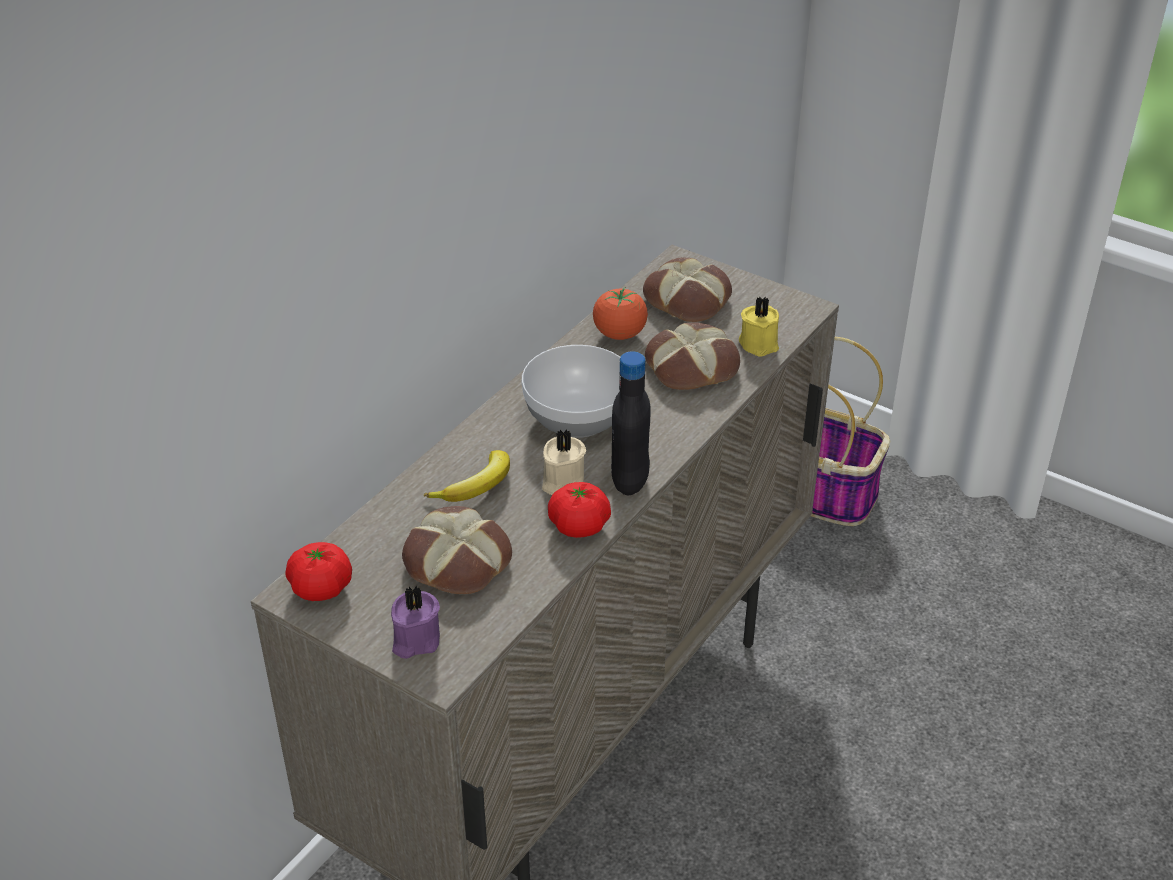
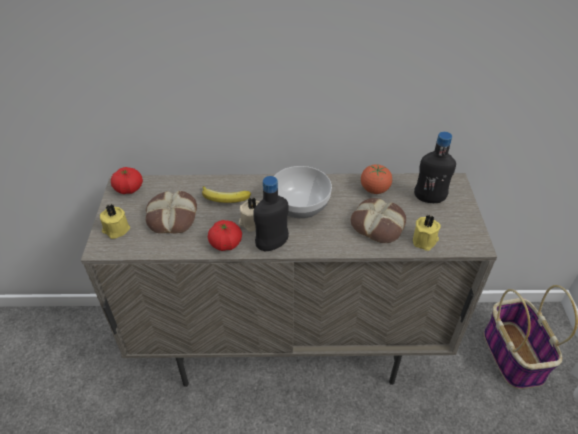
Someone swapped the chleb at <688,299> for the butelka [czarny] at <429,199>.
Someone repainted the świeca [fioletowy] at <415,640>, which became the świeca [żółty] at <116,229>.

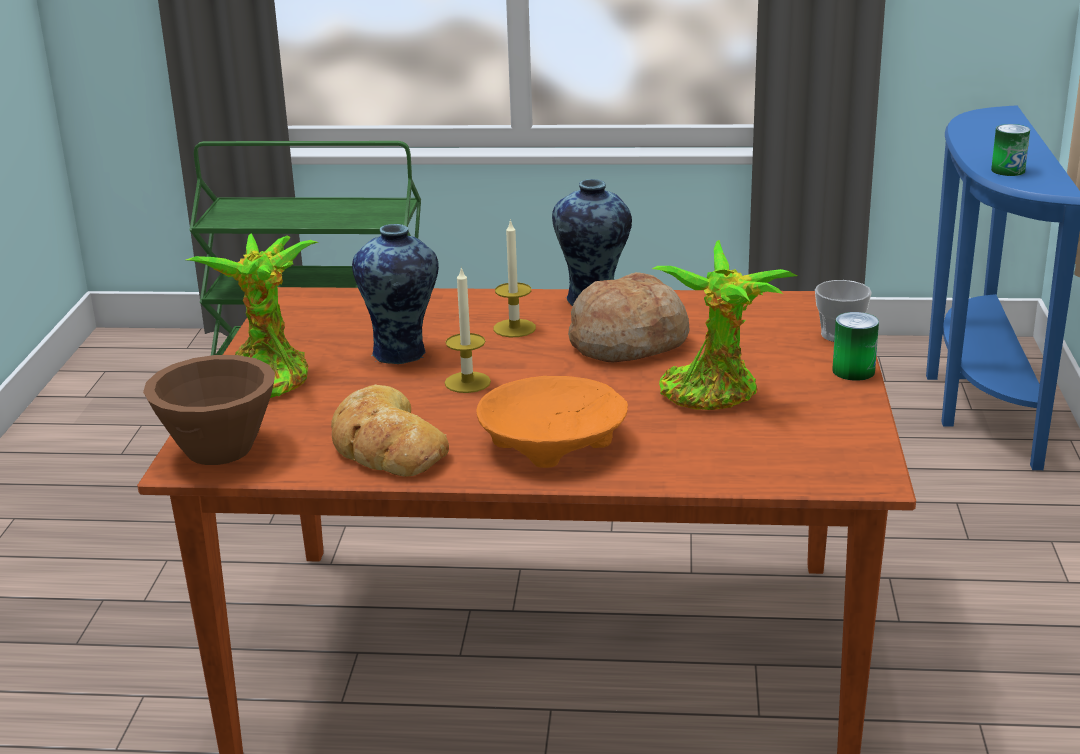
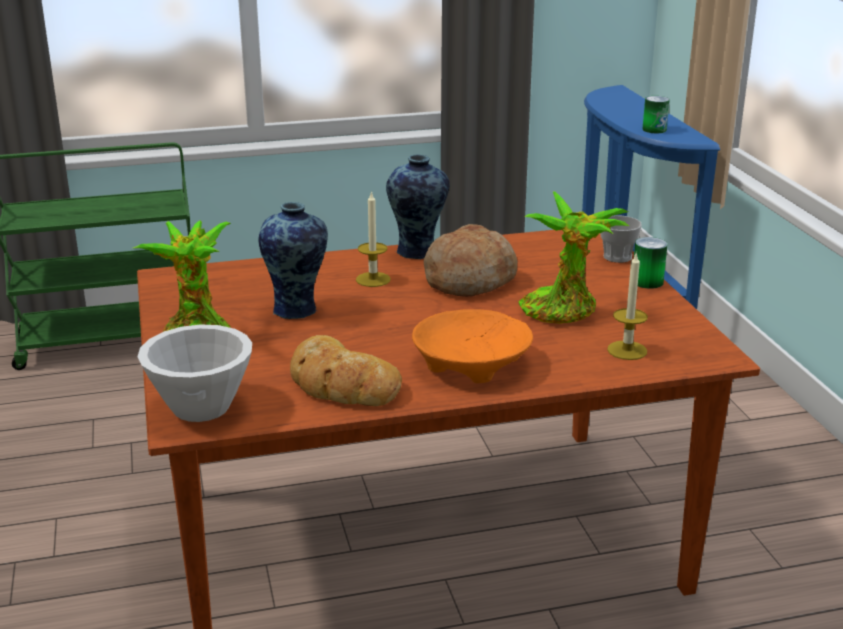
Someone carried the świeca from <467,382> to <627,350>.
Someone repainted the miska [brązowy] at <218,449>, which became the miska [biały] at <200,407>.

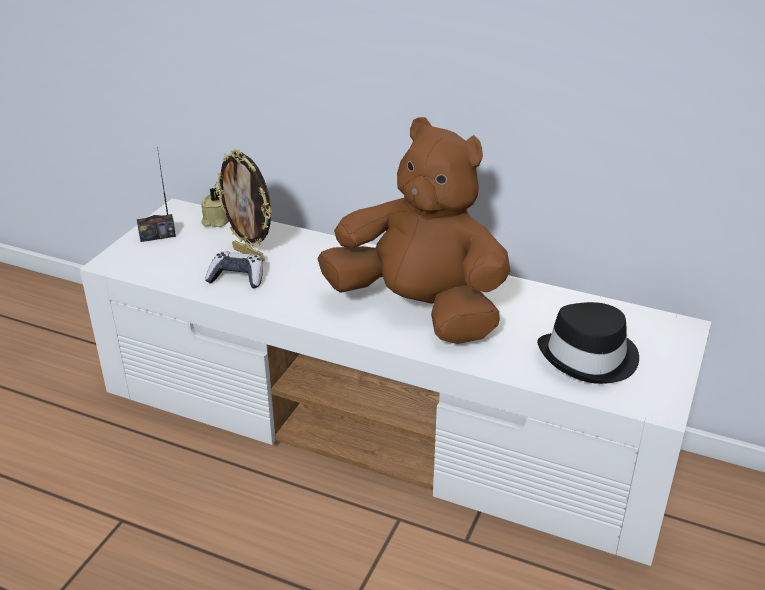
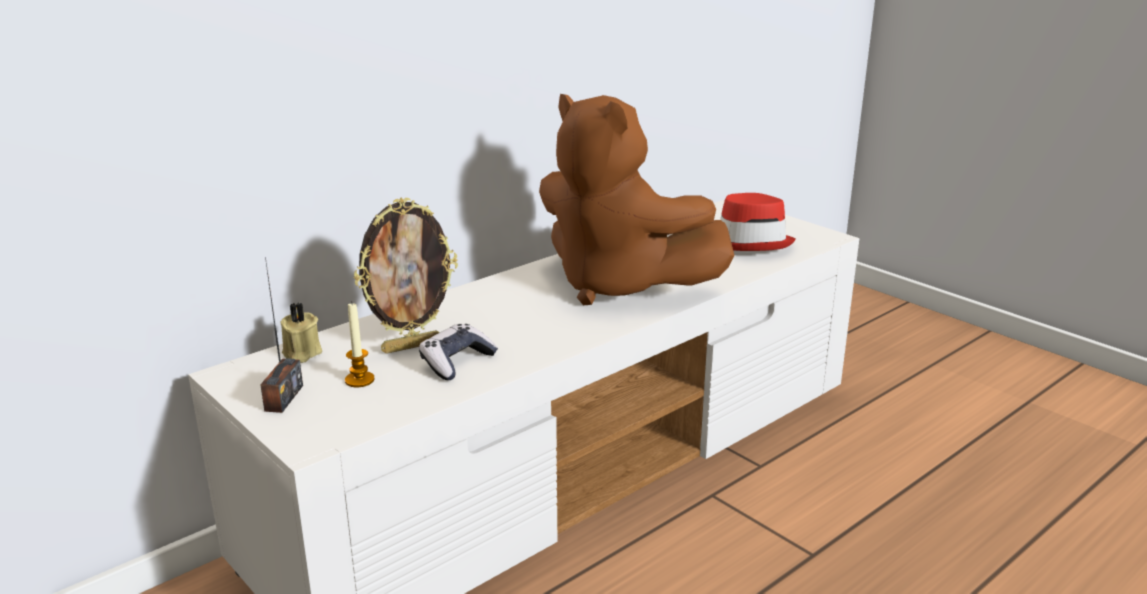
Someone put down the świeca at <359,380>.
Someone repainted the kapelusz [czarny] at <590,358>, which became the kapelusz [czerwony] at <748,242>.
Someone rotated the pluszak [brązowy] at <419,310> by 105 degrees counterclockwise.

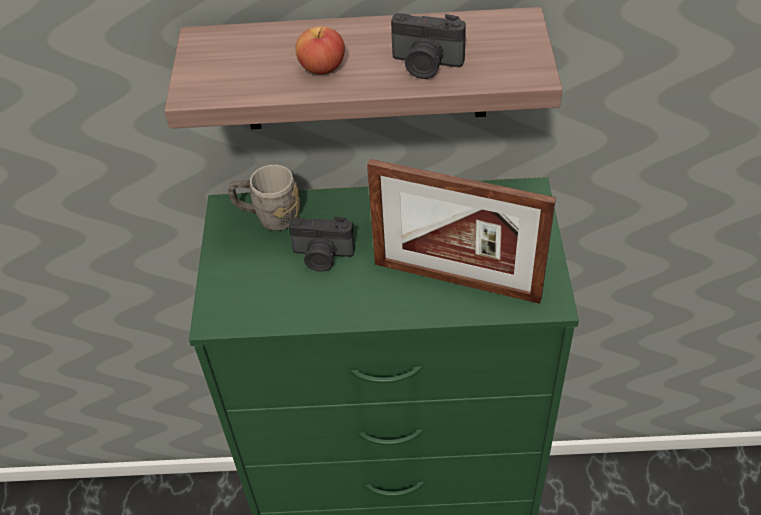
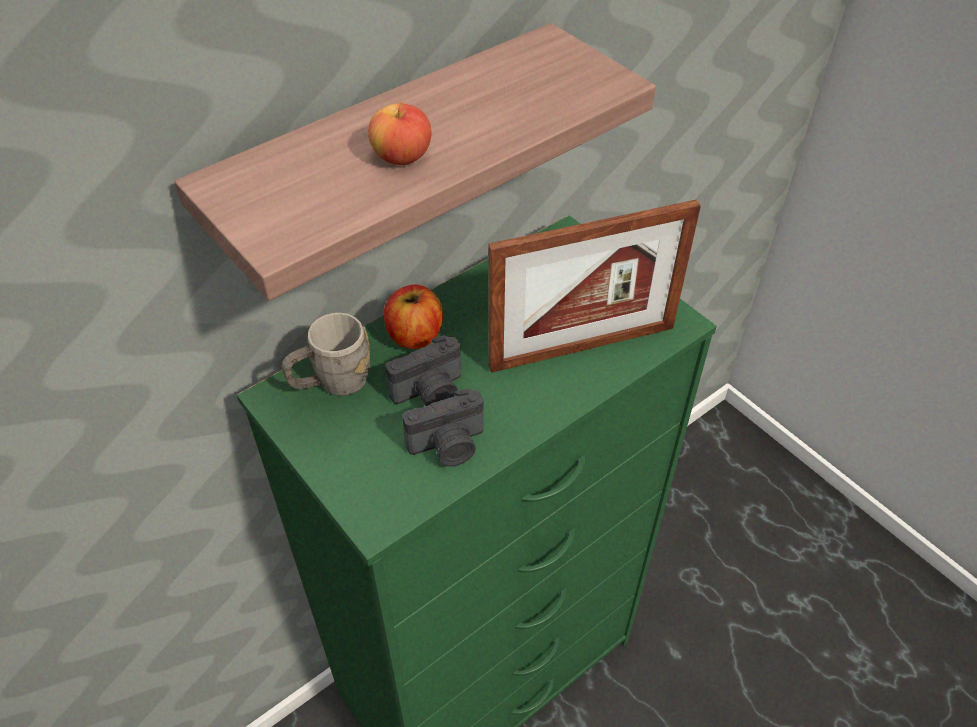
Someone put down the jabłko at <415,335>.
Someone carried the aparat fotograficzny from <425,65> to <449,446>.

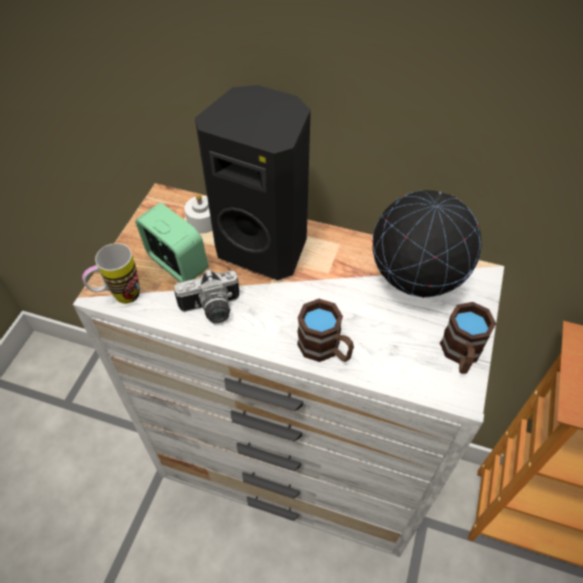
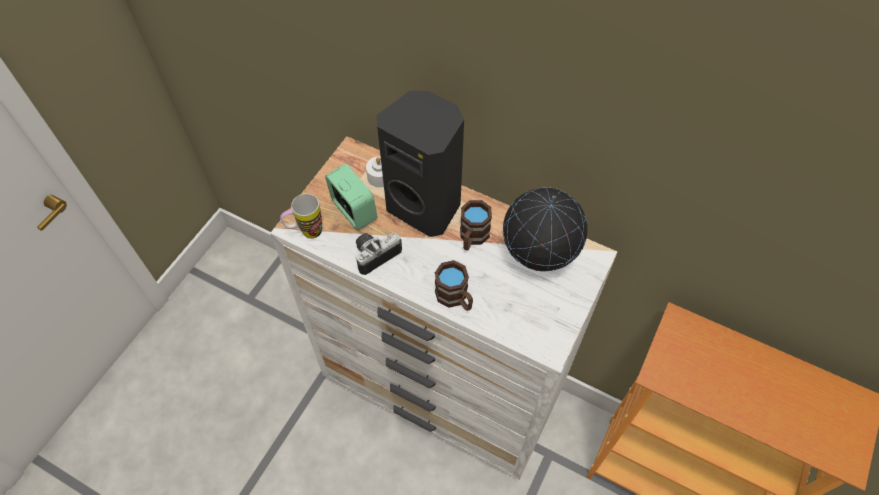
Someone carried the kubek [brązowy] from <461,354> to <472,238>.
Someone rotated the aparat fotograficzny at <212,310> by 150 degrees clockwise.

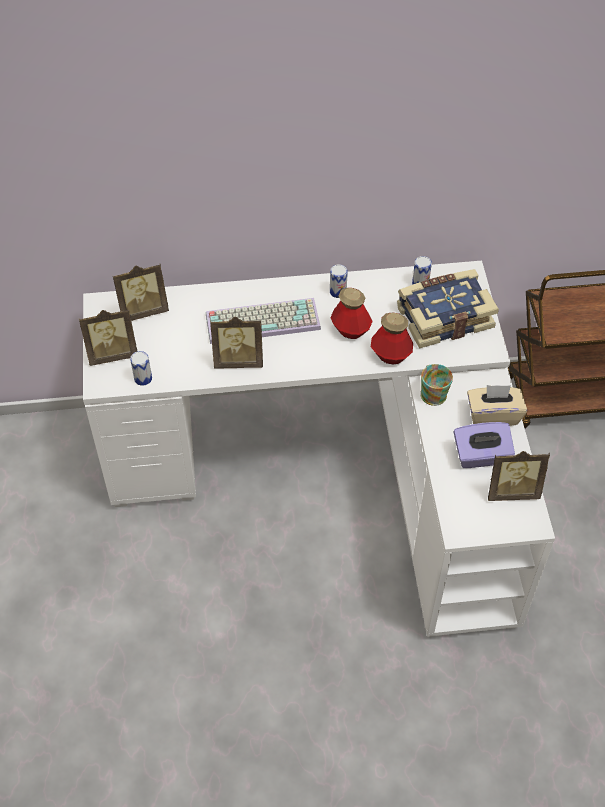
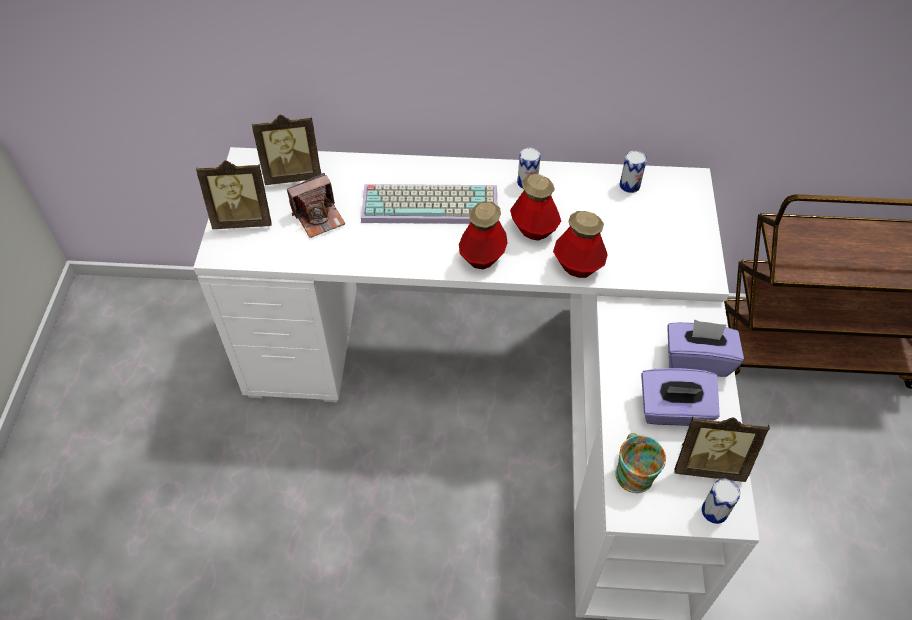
Someone took away the ramka na zdjęcie at <238,360>.
Someone took away the książka at <444,316>.
Someone put down the aparat fotograficzny at <319,217>.
Someone put down the butelka at <482,257>.
Someone carried the puszka from <143,378> to <714,511>.
Someone carried the kubek from <432,392> to <633,470>.
Someone repainted the pudełko chusteczek [beżowy] at <493,415>, which became the pudełko chusteczek [fioletowy] at <697,359>.

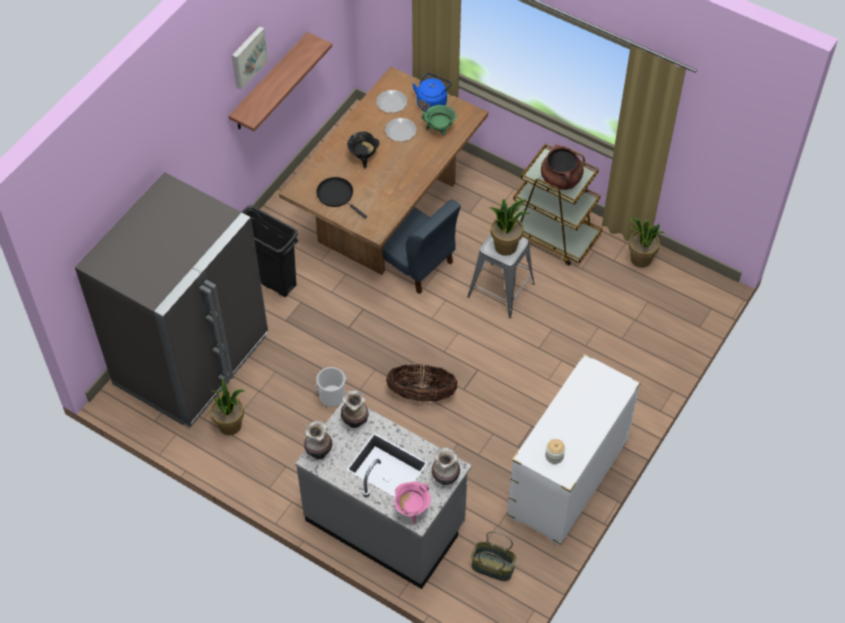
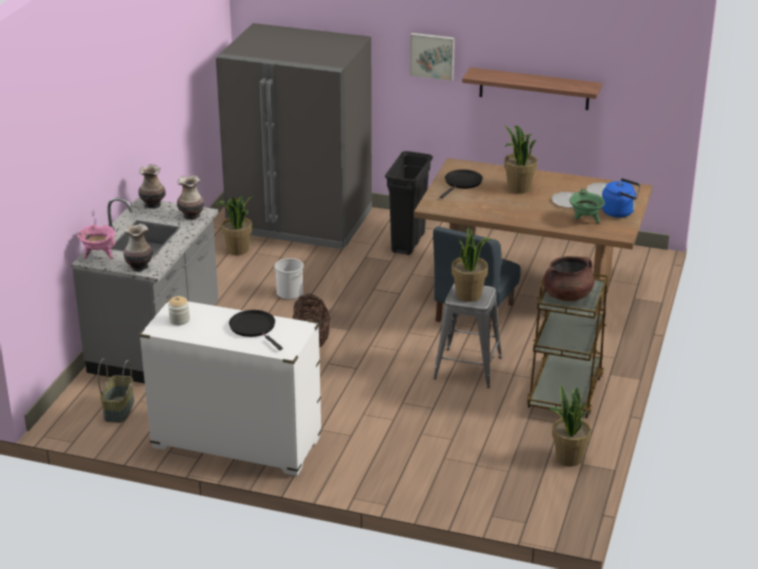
Someone put down the patelnia [czarny] at <254,328>.
Someone carried the obraz from <247,57> to <432,55>.
Someone swapped the garnek [czarny] at <363,158> for the roślina doniczkowa at <518,188>.

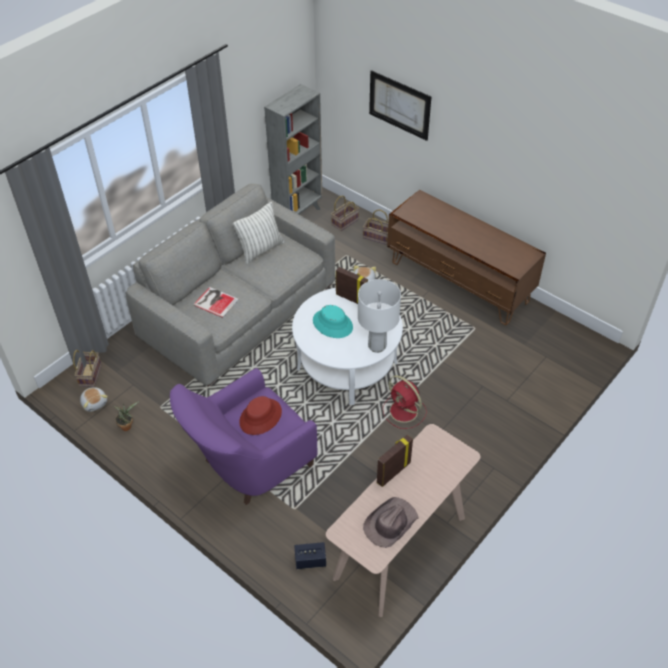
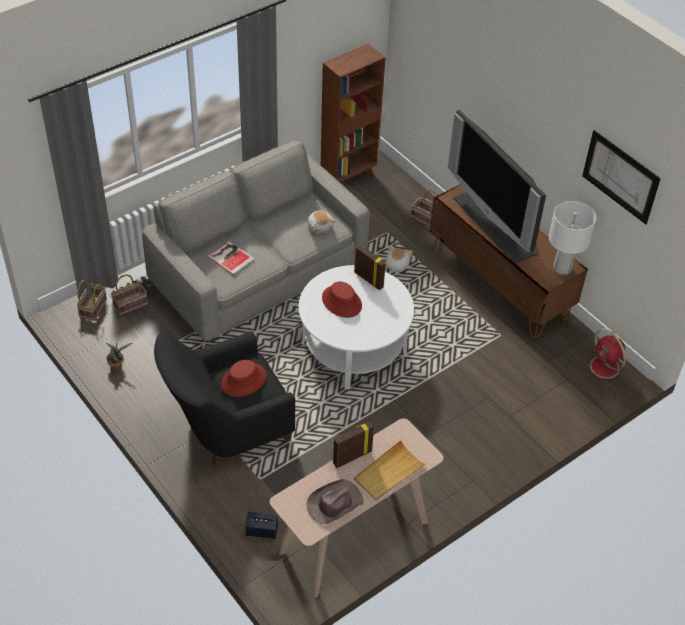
Someone took away the poduszka at <261,250>.
Someone put down the taca [beżowy] at <388,473>.
Someone put down the telewizor at <497,224>.
Someone carried the pluszak from <95,403> to <320,226>.
Someone carried the koszyk from <345,222> to <131,304>.
Someone carried the lampa stołowa [biały] from <376,346> to <561,269>.
Someone carried the obraz from <399,105> to <620,176>.
Someone carried the wentylator [czerwony] from <404,412> to <605,368>.
Someone repainted the fotel [fioletowy] at <248,466>, which became the fotel [czarny] at <226,428>.
Someone repainted the regał [szary] at <298,213>, which became the regał [brązowy] at <349,178>.
Someone repainted the kapelusz [turkusowy] at <332,324>, which became the kapelusz [czerwony] at <342,302>.

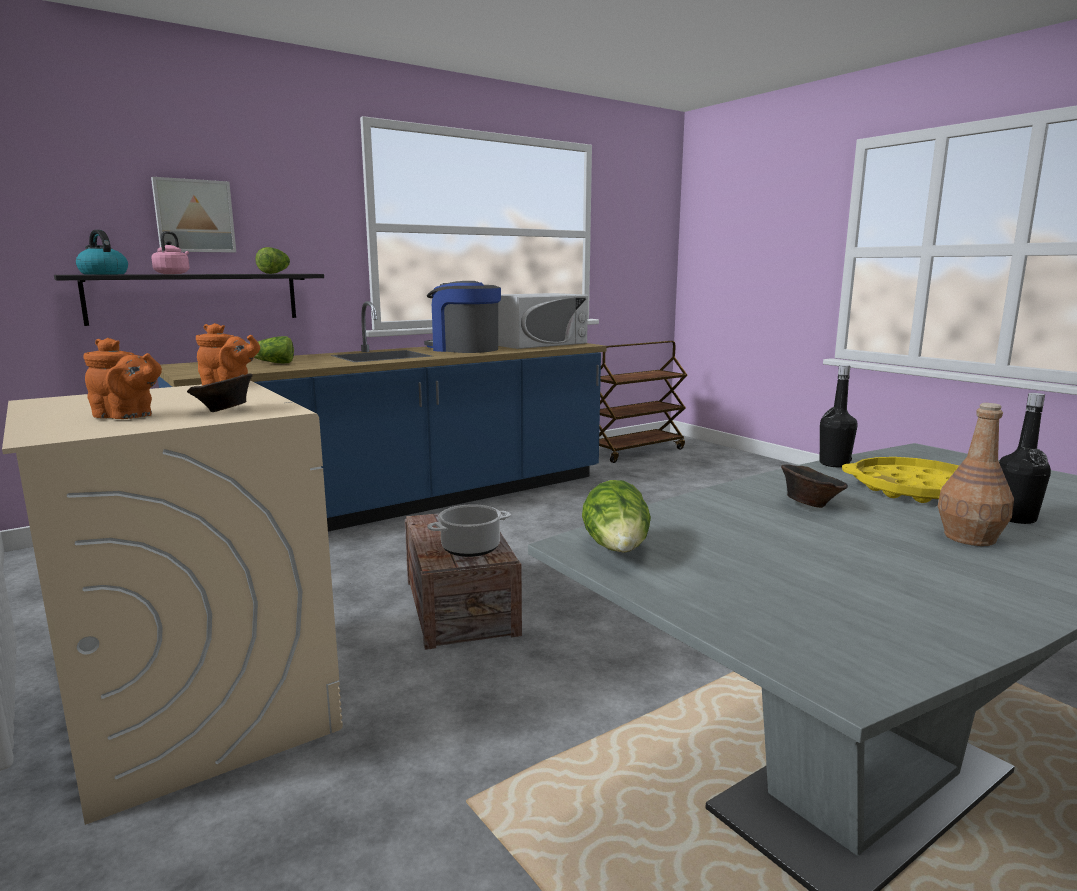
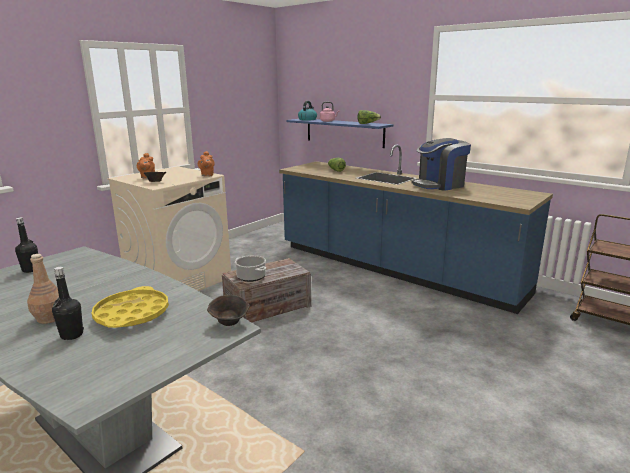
Someone took away the obraz at <194,216>.
Someone took away the mikrofalówka [biały] at <537,343>.
Someone took away the sałata at <618,549>.
Someone carried the miska [brązowy] from <810,505> to <230,322>.
Someone carried the butelka [czarny] from <834,464> to <31,270>.
Someone repainted the półka [czarny] at <195,298>, which became the półka [niebieski] at <344,132>.
Someone rotated the ekspres do kawy at <463,349> by 135 degrees counterclockwise.

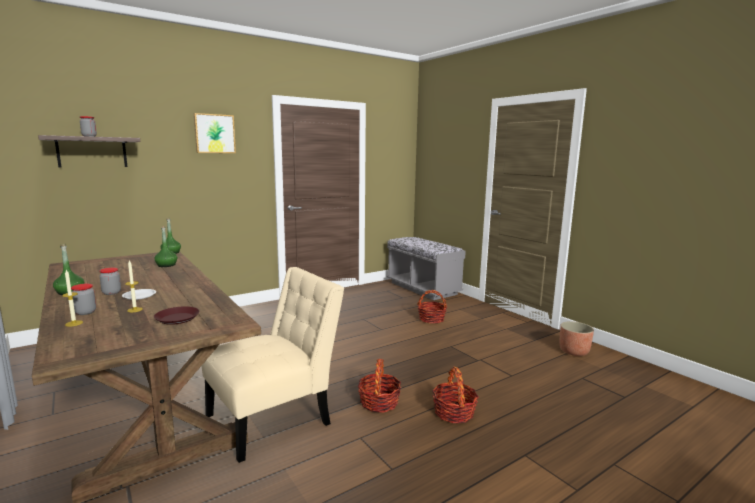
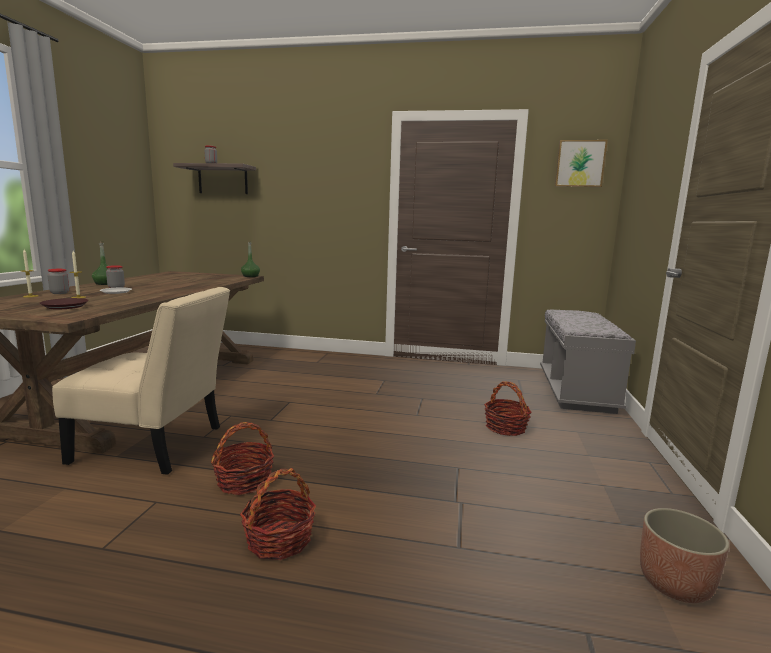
Someone took away the butelka [zielony] at <166,265>.
Someone carried the obraz from <214,133> to <579,164>.

